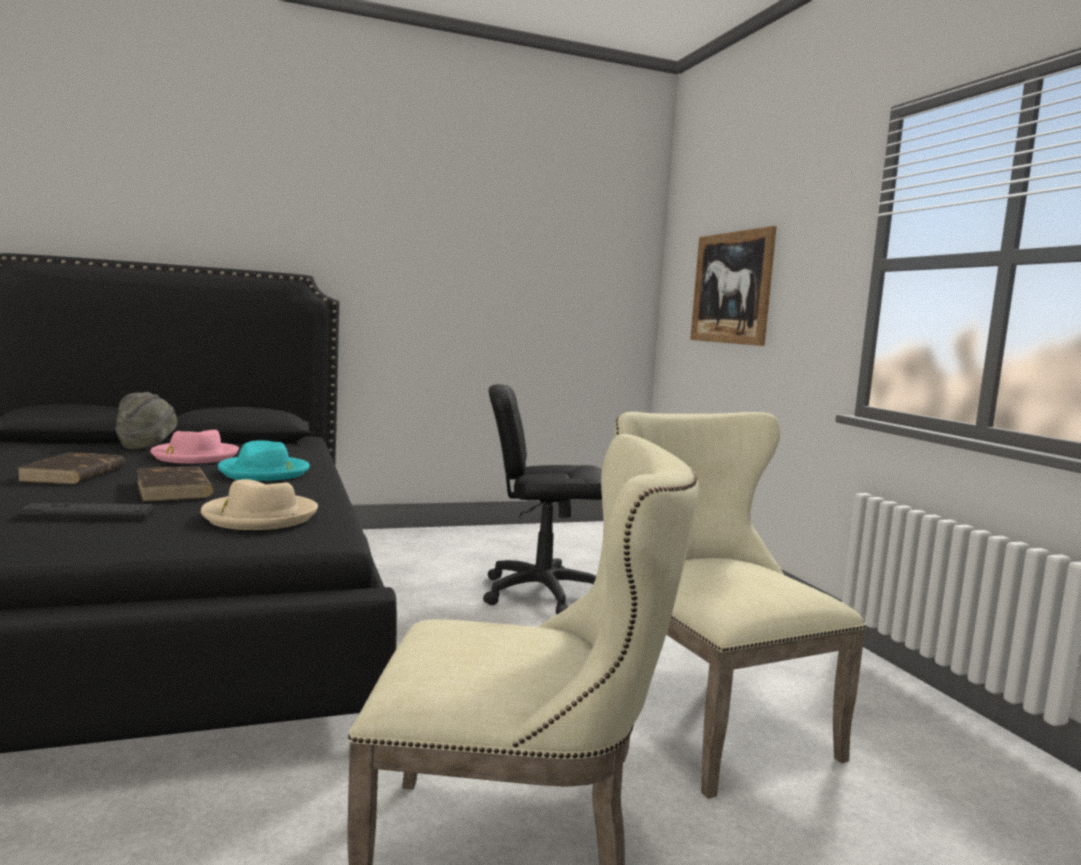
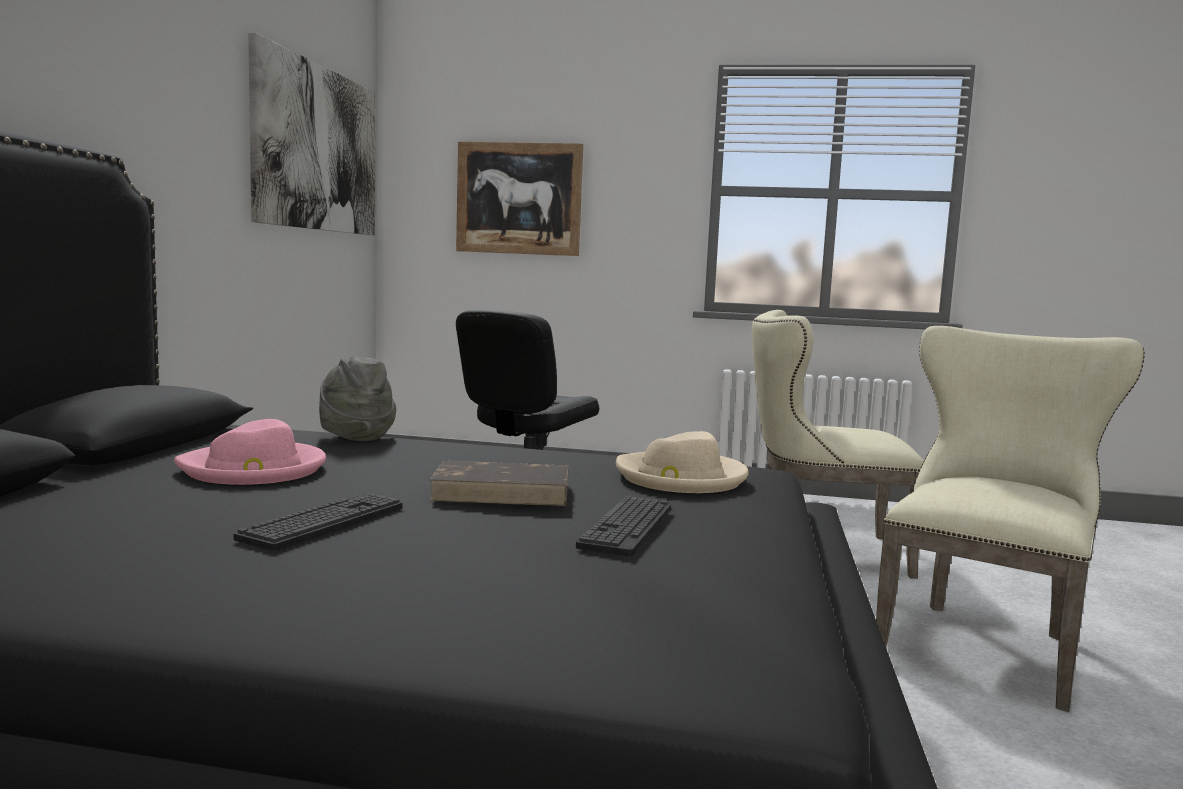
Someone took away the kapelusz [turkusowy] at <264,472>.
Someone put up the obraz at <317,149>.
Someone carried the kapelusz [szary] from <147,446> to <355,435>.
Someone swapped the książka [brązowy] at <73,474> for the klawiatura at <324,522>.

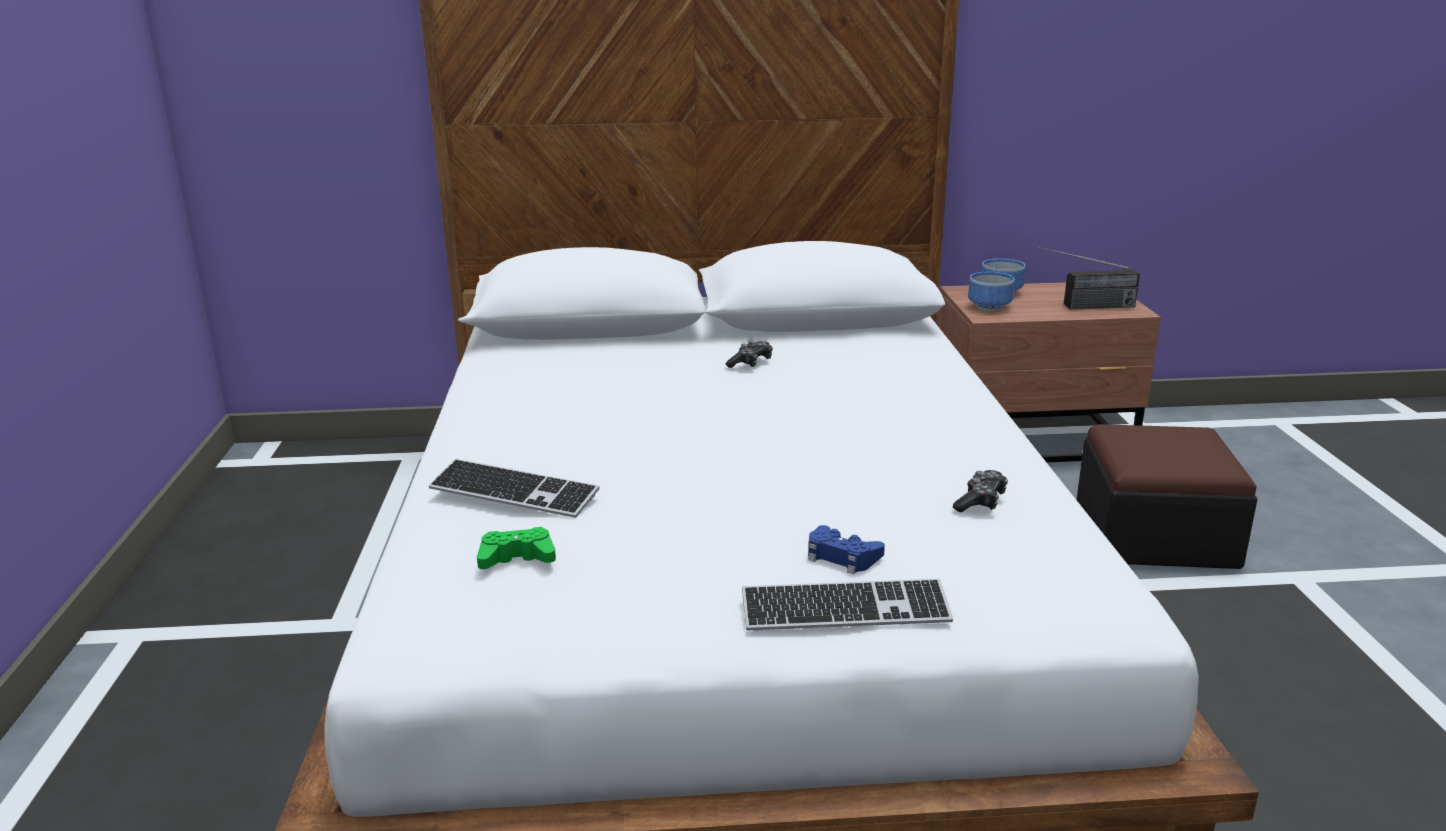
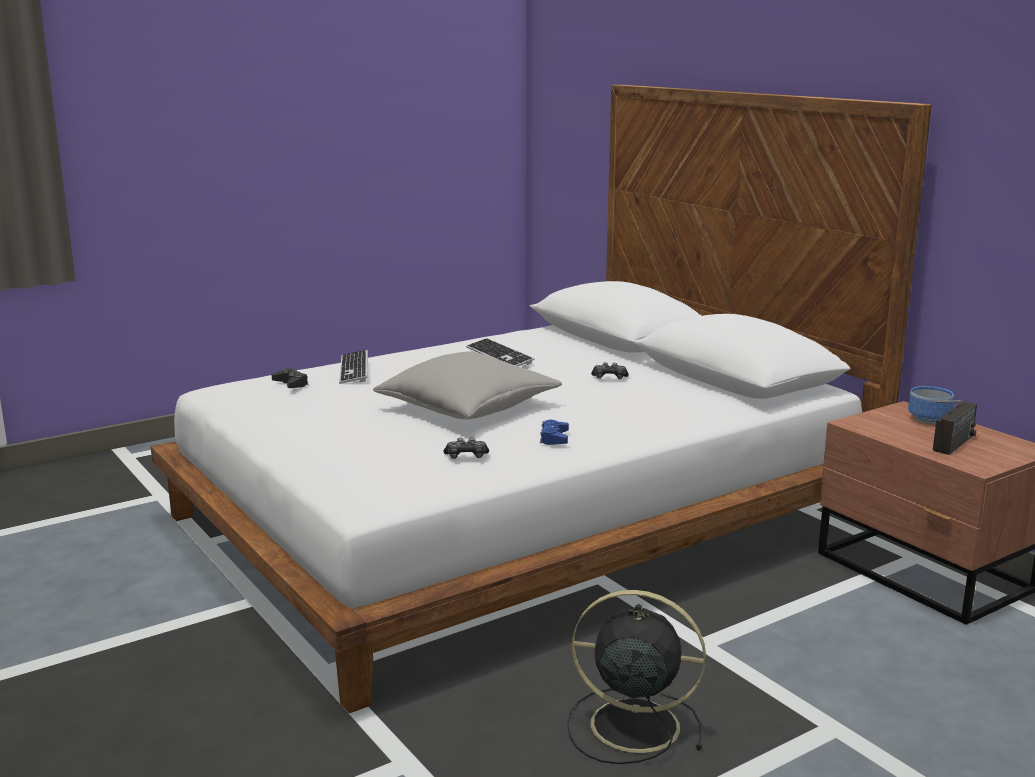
Someone took away the miska at <991,307>.
Someone took away the pufa at <1155,533>.
Someone put down the poduszka [szary] at <468,408>.
Someone put down the wentylator [czarny] at <630,725>.
Someone carried the klawiatura from <845,610> to <499,355>.
Someone carried the pad do gier [niebieski] from <842,557> to <554,438>.
Someone repainted the pad do gier [zielony] at <517,558>, which became the pad do gier [czarny] at <291,384>.
Someone rotated the radio at <1082,307> by 105 degrees counterclockwise.

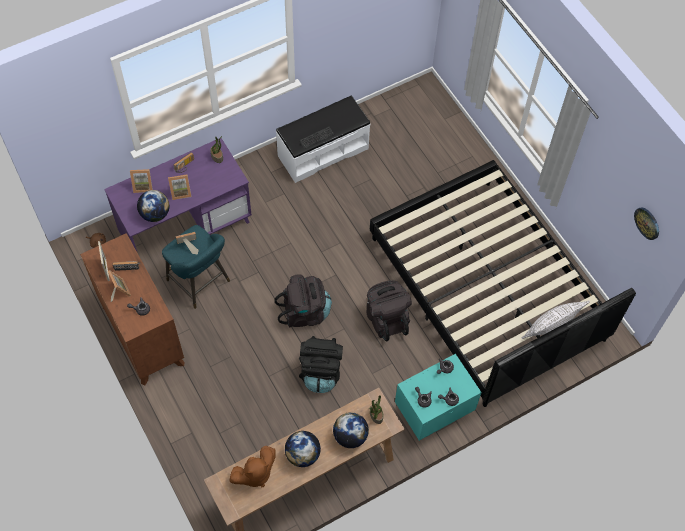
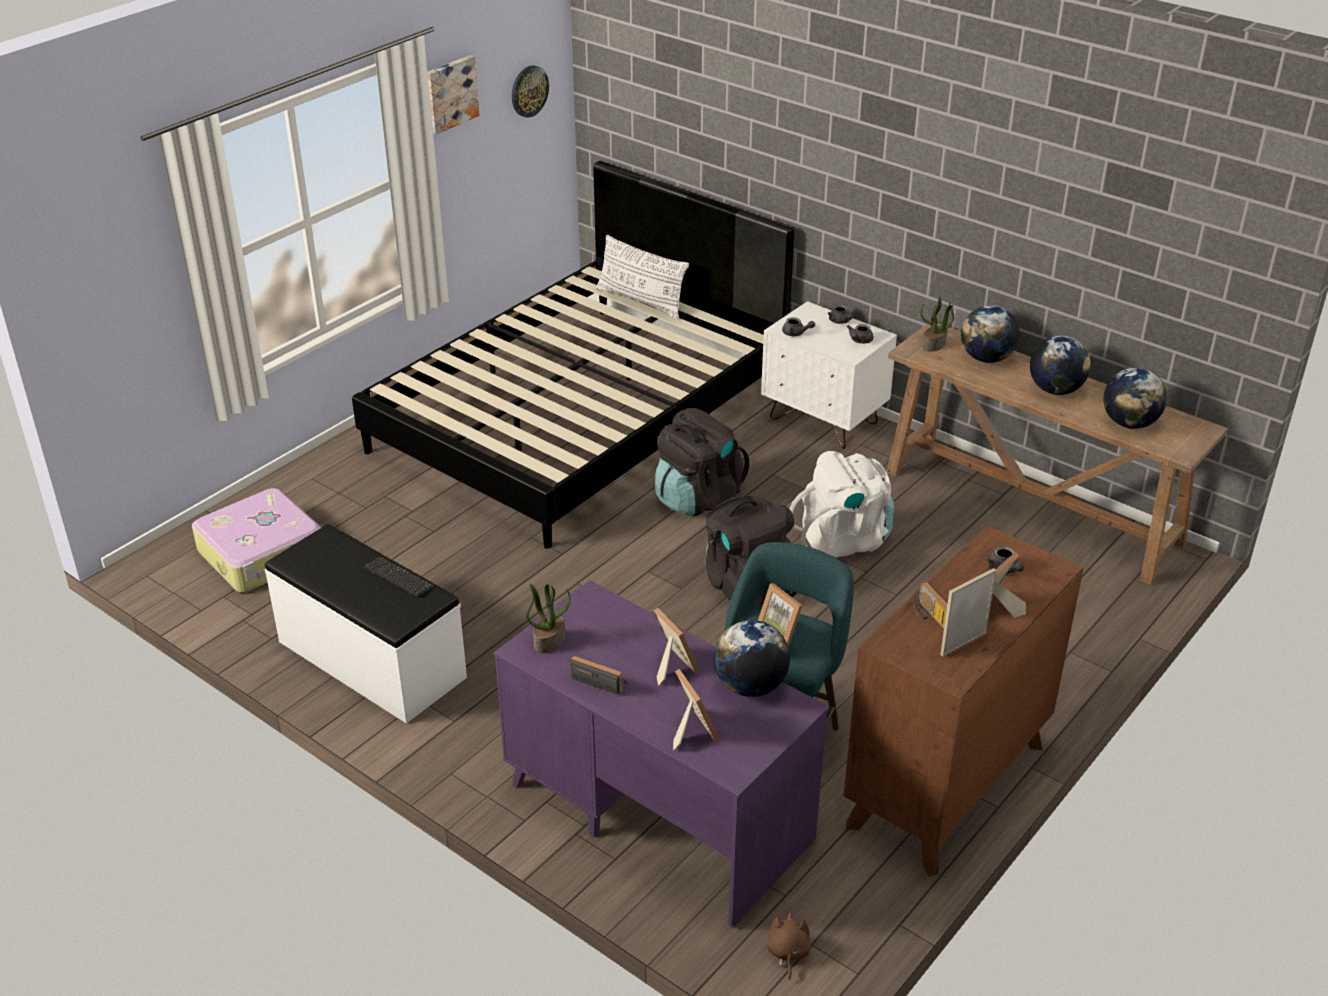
Someone put down the walizka at <263,554>.
Someone put up the obraz at <450,93>.
Someone swapped the pluszak [brązowy] at <254,474> for the globus at <1129,423>.
Someone repainted the plecak [czarny] at <321,372>, which became the plecak [biały] at <844,540>.
Someone repainted the szafka nocna [turkusowy] at <433,413>, which became the szafka nocna [biały] at <824,421>.

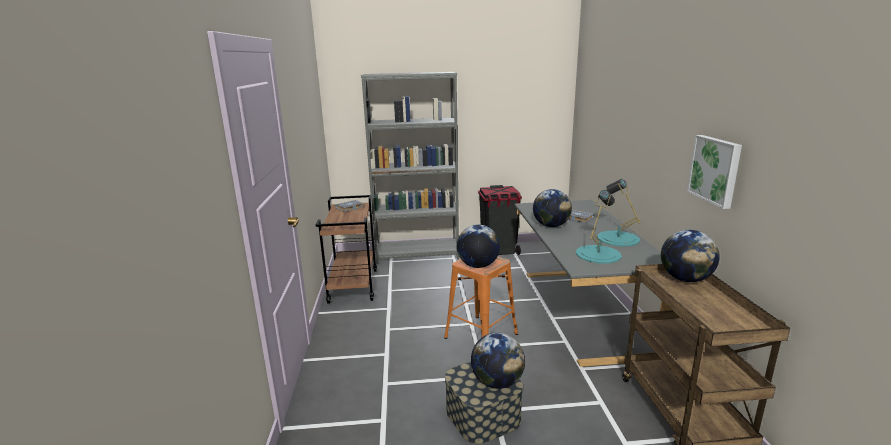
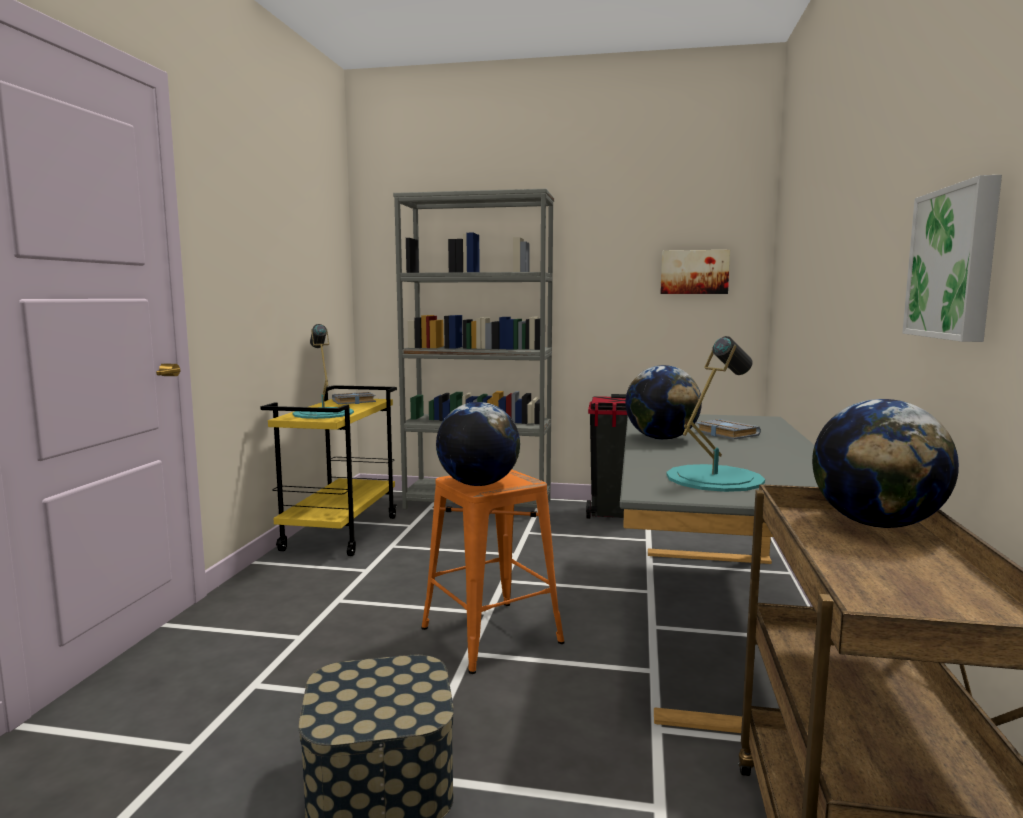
Someone took away the globus at <497,382>.
Someone put up the obraz at <694,272>.
Someone carried the lampa stołowa [turkusowy] from <618,238> to <323,413>.
Someone repainted the wózek [brązowy] at <353,285>, which became the wózek [żółty] at <340,533>.

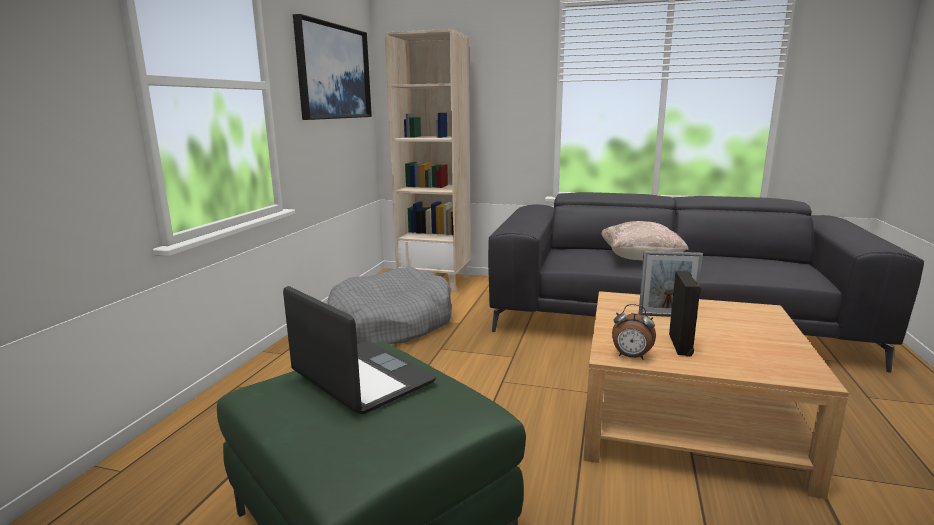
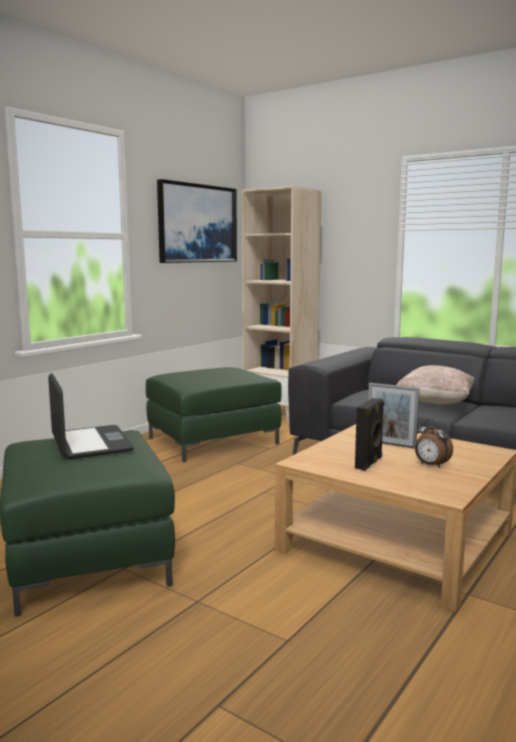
Someone carried the budzik from <631,357> to <431,465>.
Someone swapped the legowisko [szary] at <390,323> for the pufa [zielony] at <213,441>.

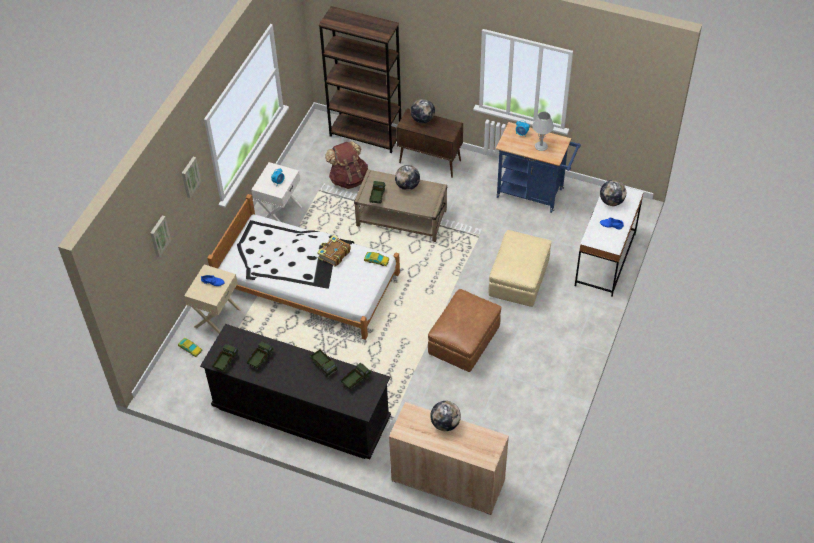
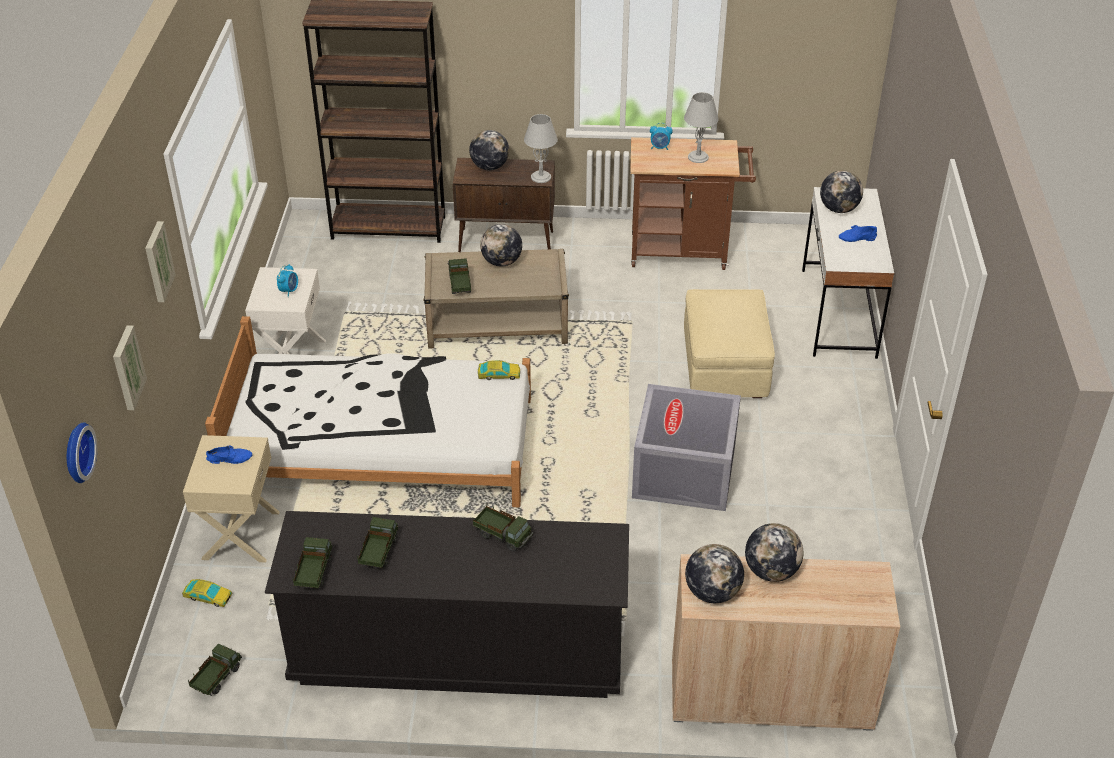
Someone took away the książka at <333,254>.
Someone took away the plecak [brązowy] at <348,179>.
Someone put up the zegar ścienny at <76,452>.
Someone put down the lampa stołowa [szary] at <540,177>.
Someone put down the globus at <712,592>.
Someone carried the ciężarówka zabawkowa from <356,380> to <217,678>.
Someone swapped the pufa [brązowy] at <464,342> for the pojemnik do przechowywania [szary] at <685,473>.
Someone repainted the wózek [niebieski] at <534,194>, which became the wózek [brązowy] at <685,252>.

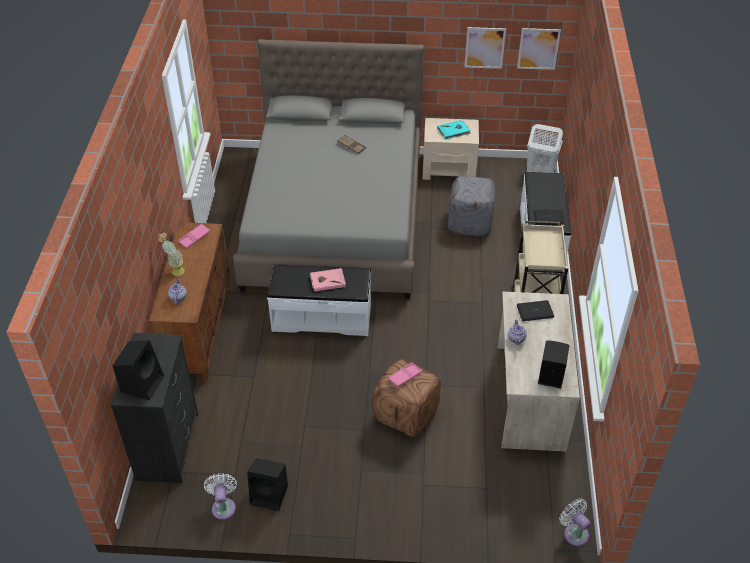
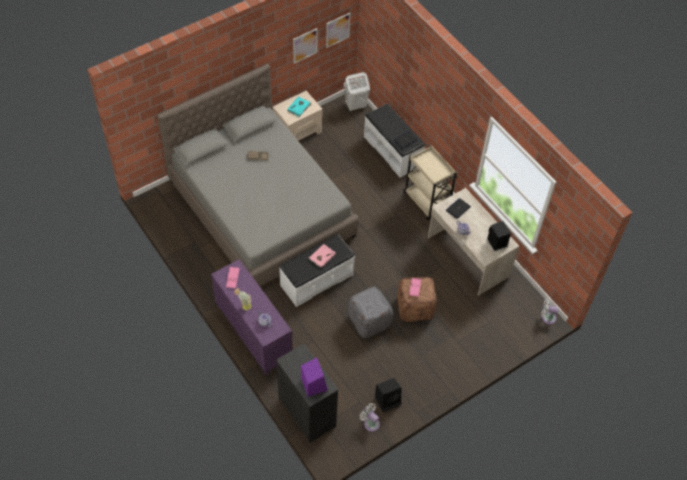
Someone carried the pufa [szary] from <470,222> to <369,320>.
Someone repainted the głośnik [czarny] at <142,383>, which became the głośnik [fioletowy] at <313,383>.
Someone repainted the szafka [brązowy] at <199,330>, which became the szafka [fioletowy] at <253,334>.

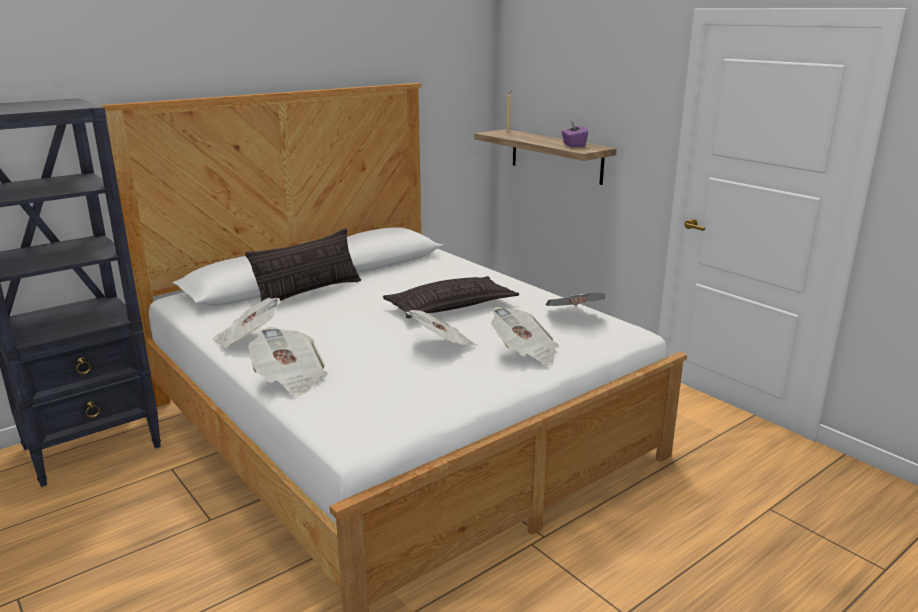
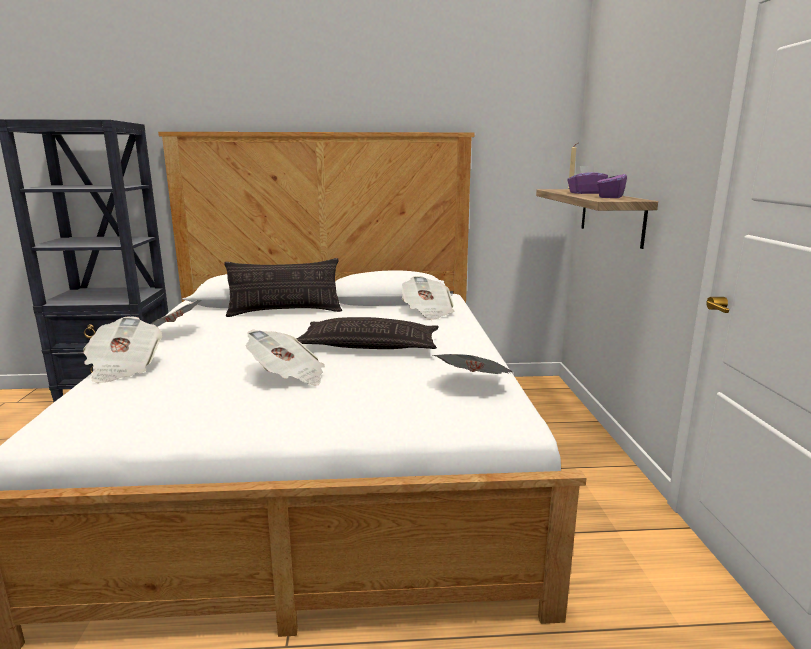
Someone put down the pudełko chusteczek [fioletowy] at <585,193>.
Someone carried the gazeta from <525,353> to <427,312>.

